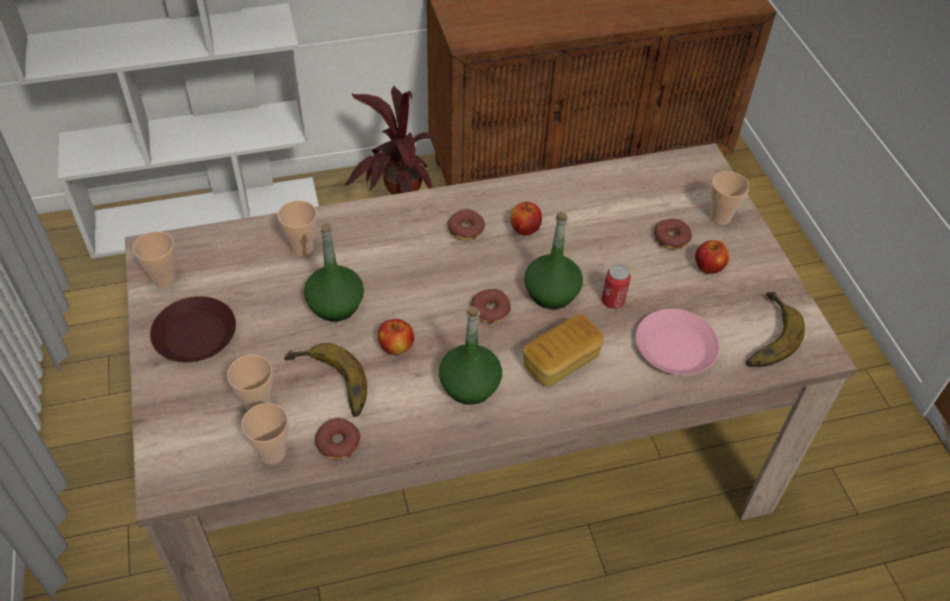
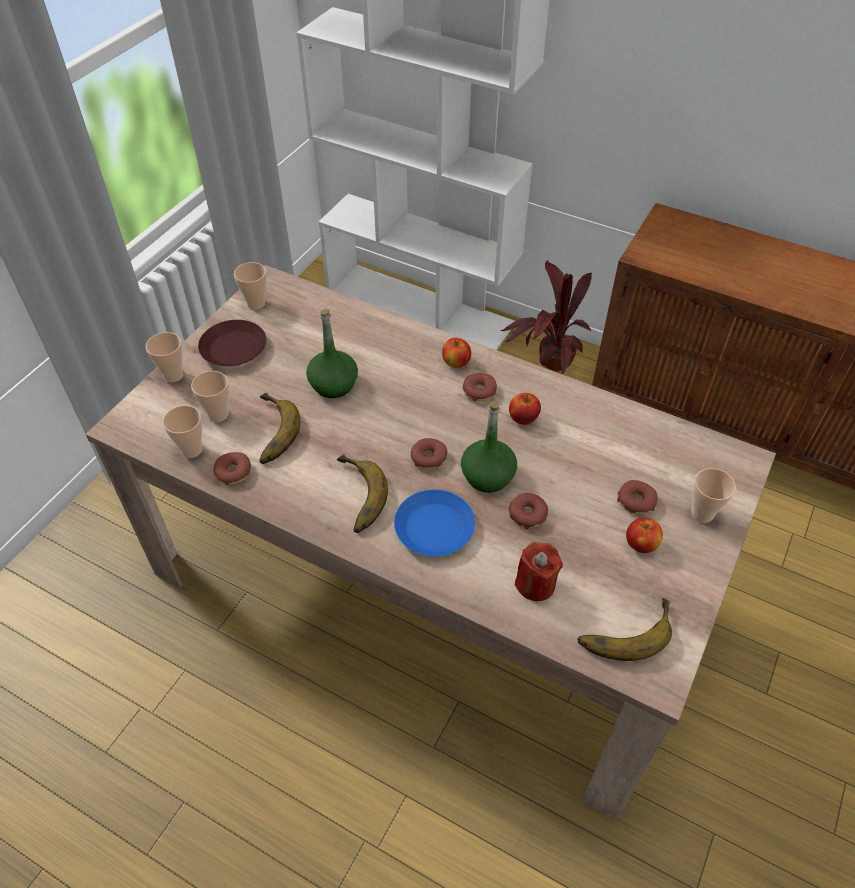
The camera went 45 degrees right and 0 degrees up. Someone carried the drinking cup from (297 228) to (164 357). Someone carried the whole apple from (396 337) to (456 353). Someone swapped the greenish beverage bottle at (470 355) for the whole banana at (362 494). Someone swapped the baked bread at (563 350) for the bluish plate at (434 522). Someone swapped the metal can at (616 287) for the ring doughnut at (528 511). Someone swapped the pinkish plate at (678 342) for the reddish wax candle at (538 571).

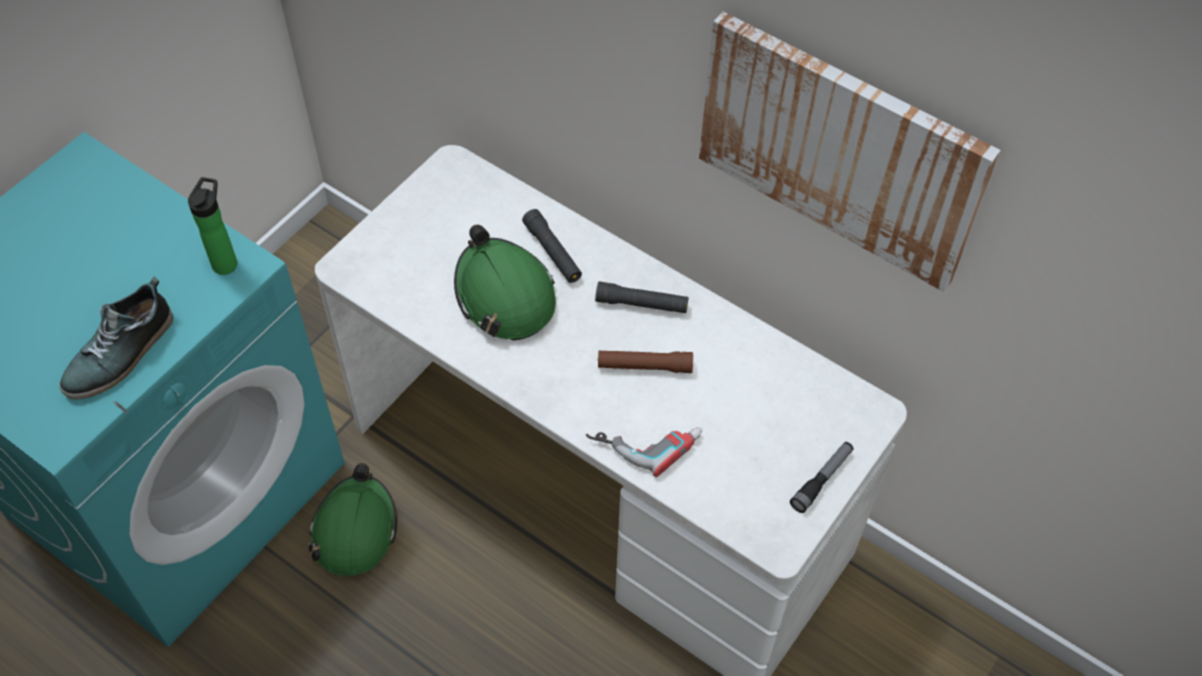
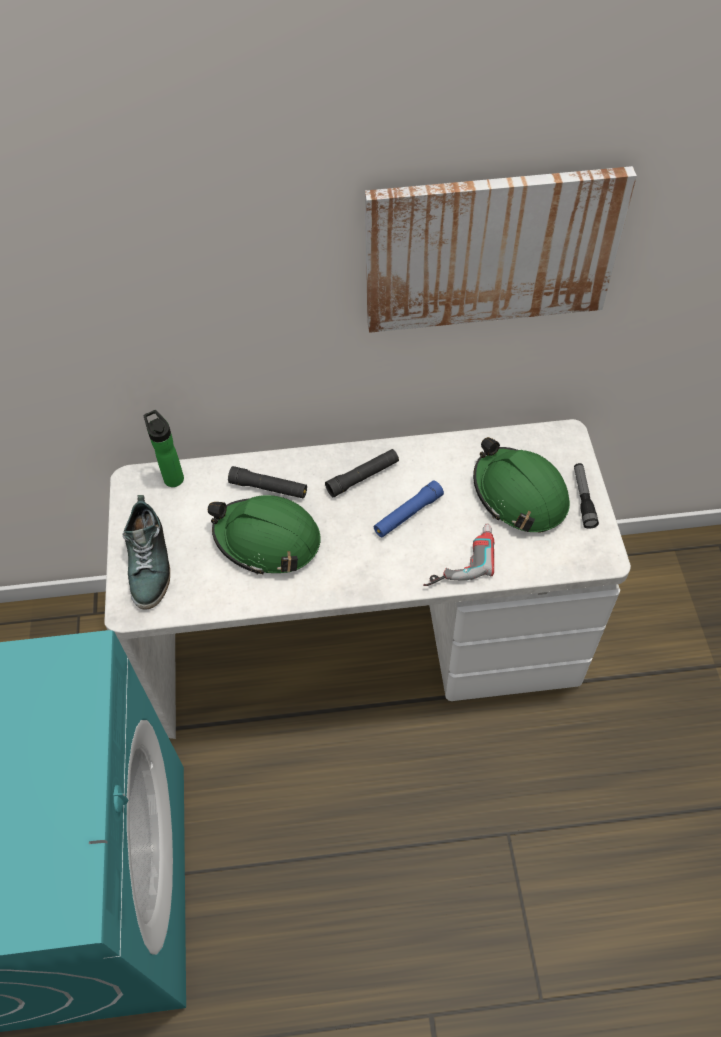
The camera went 40 degrees left and 0 degrees up. Someone carried the low shoe from (116 338) to (146 552). Someone carried the beverage bottle from (212 226) to (163 448). Someone carried the greenish safety helmet from (353 519) to (521 485). Someone repainted the brownish hand torch at (645 362), which became the bluish hand torch at (409 508).

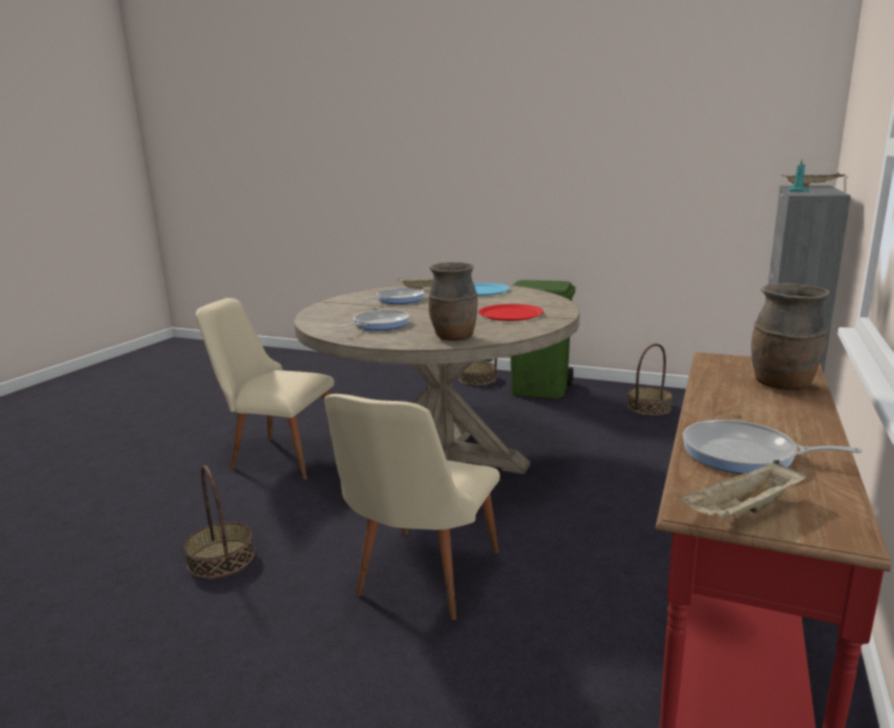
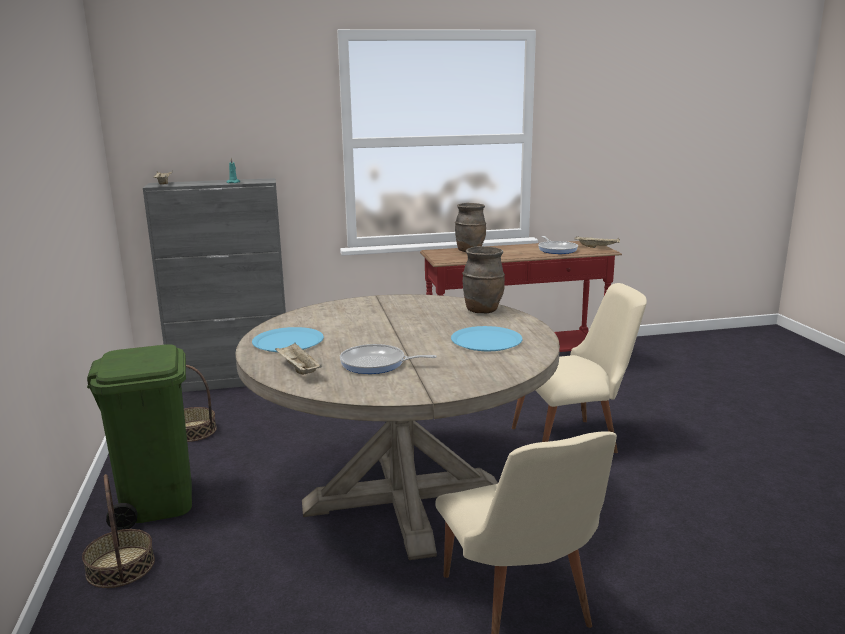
The camera went 125 degrees left and 0 degrees up. Someone took away the storage basket at (219 522). Someone took away the reddish plate at (510 312). Someone swapped the frying pan at (374 320) for the bluish plate at (486 338).

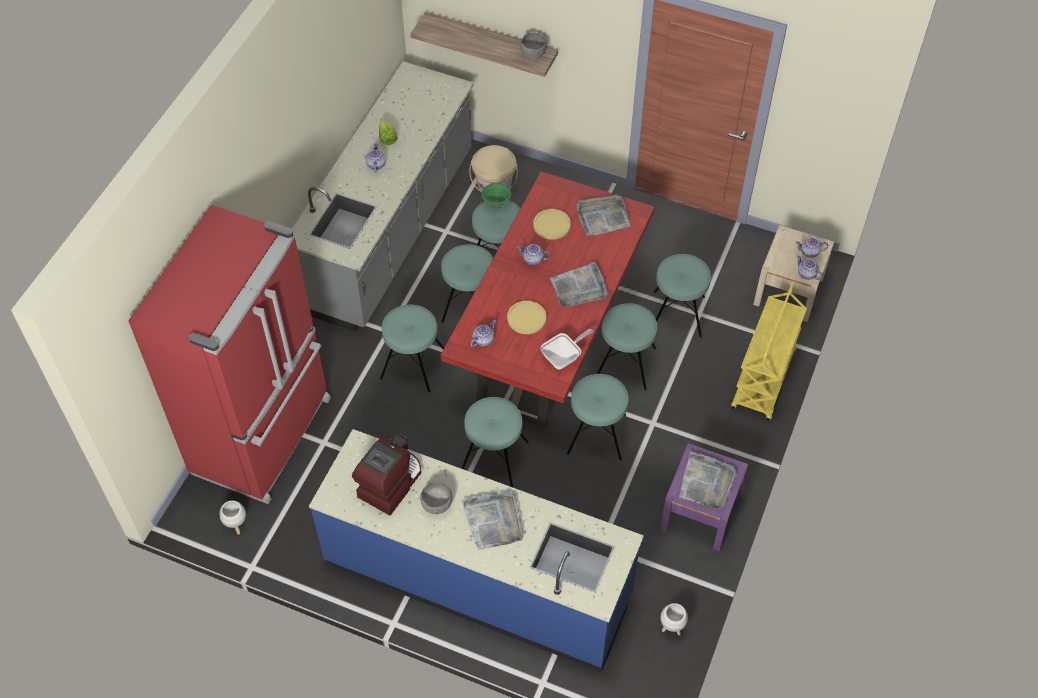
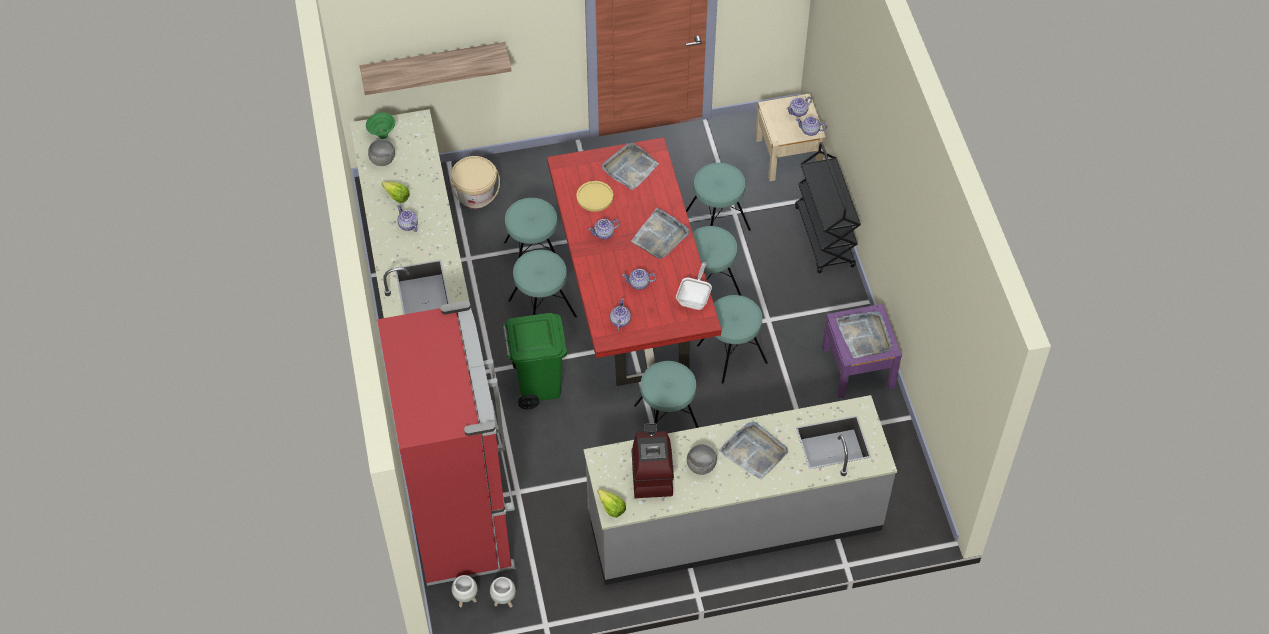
The camera went 35 degrees left and 0 degrees up. Someone put down the head of lettuce at (612 503). Someone carried the greenish bowl from (496 196) to (380 126). Someone carried the grey bowl from (533 45) to (381 152). Someone carried the white-coloured flower pot from (674 619) to (465 591). Someone swapped the turquoise stool seat at (412 348) for the greenish trash can at (535 361). Someone swapped the yellowish plate at (526 317) for the teapot at (639 279). Someone repainted the bluish kitchen base unit at (476 550), which became the grey kitchen base unit at (740 490). Someone repainted the yellowish cart at (769 352), which became the black cart at (828 207).

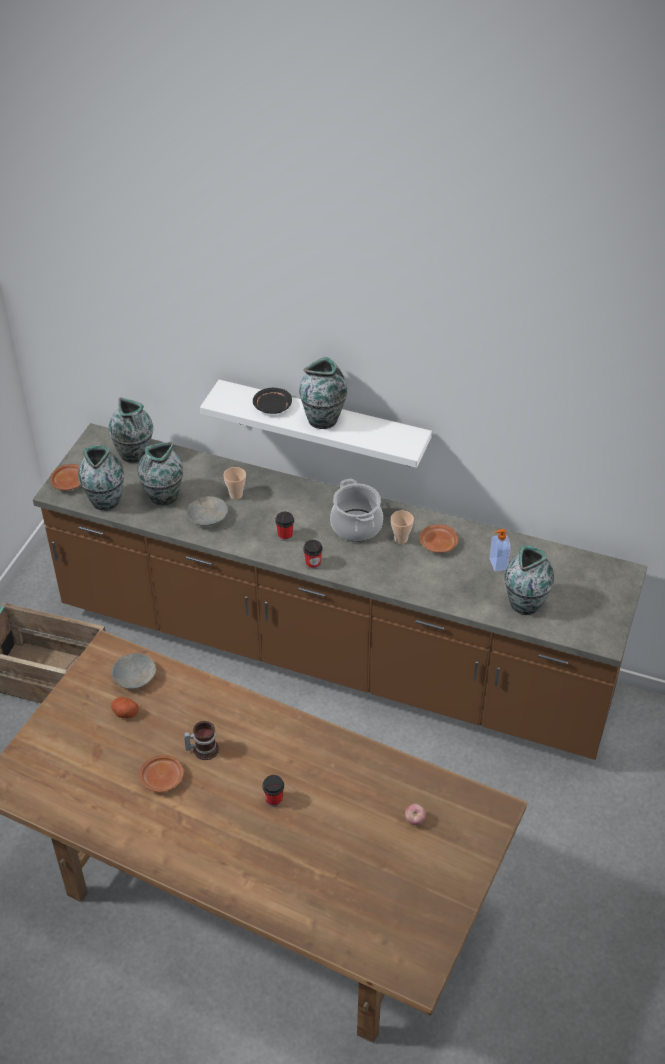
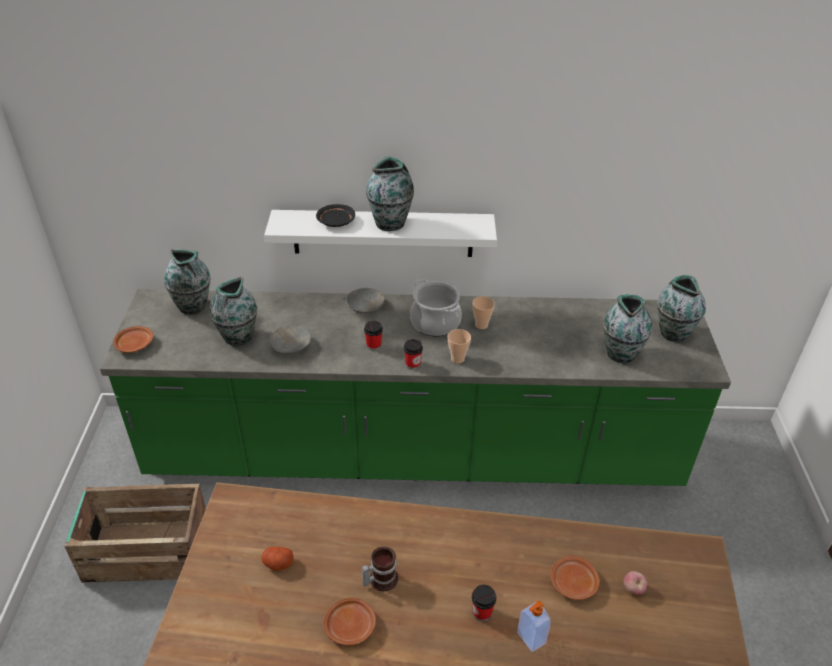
The camera went 20 degrees left and 5 degrees down. Someone carried the flower vase from (101 478) to (681 308). Someone carried the grey bowl from (134 671) to (365 301). Someone carried the drinking cup from (234 483) to (459 346). Someone carried the brownish plate from (438 538) to (575 578). Someone carried the soap bottle from (499 550) to (534 626). Someone repainted the brownish kitchen base unit at (340 591), which became the greenish kitchen base unit at (415 387).

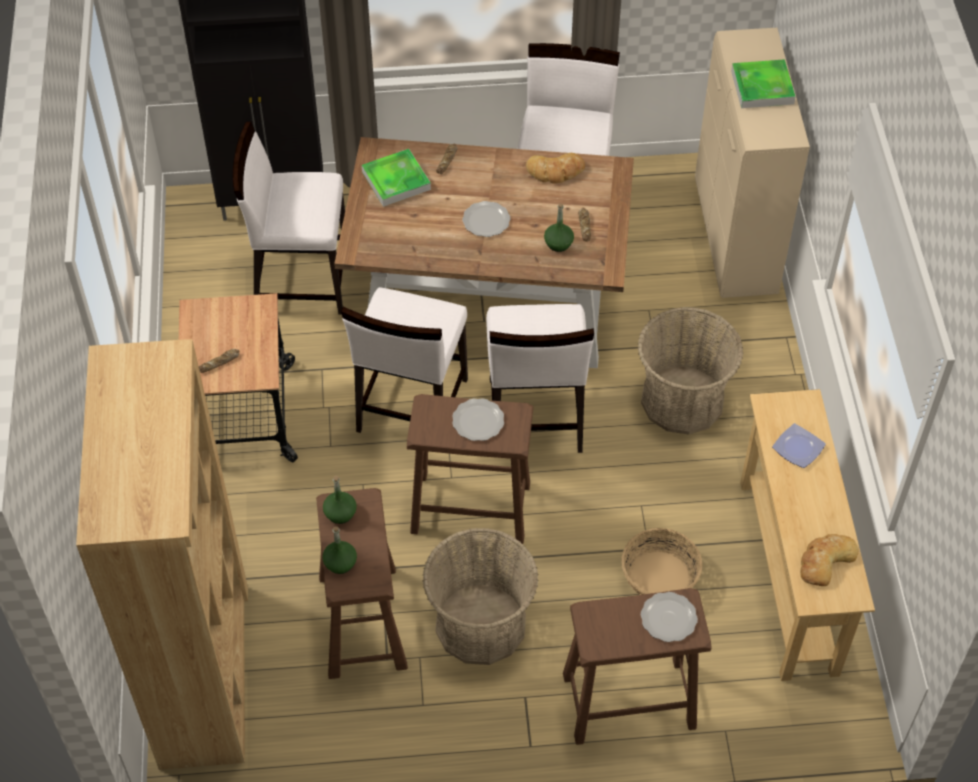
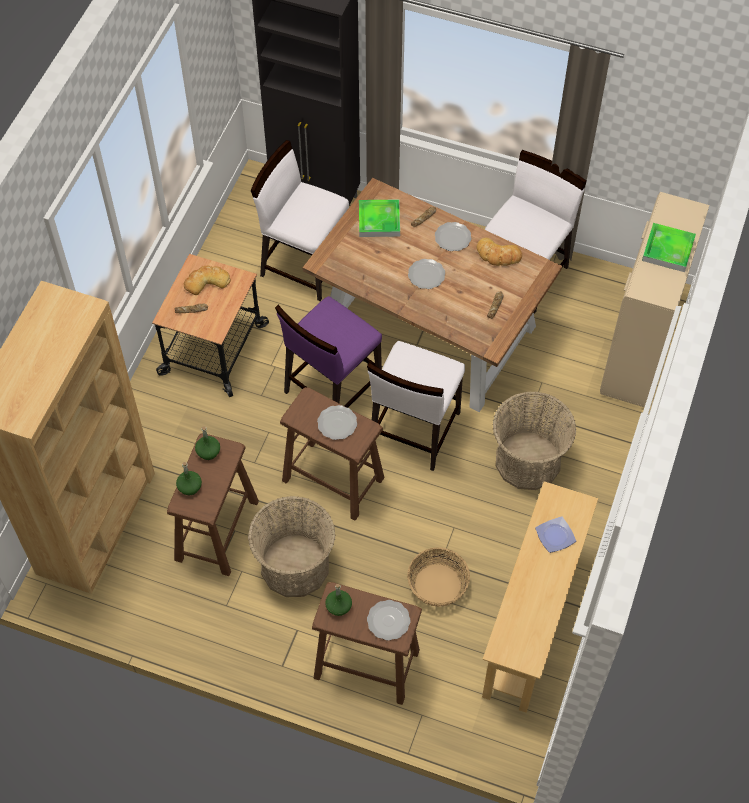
The camera went 25 degrees right and 5 degrees up. Someone put down the plate at (453 236). Someone carried the greenish beverage bottle from (559 228) to (338 600). Someone carried the baked bread from (829 560) to (207 280). Someone repainted the white-coloured plain chair at (404 360), which became the purplish plain chair at (328 352).

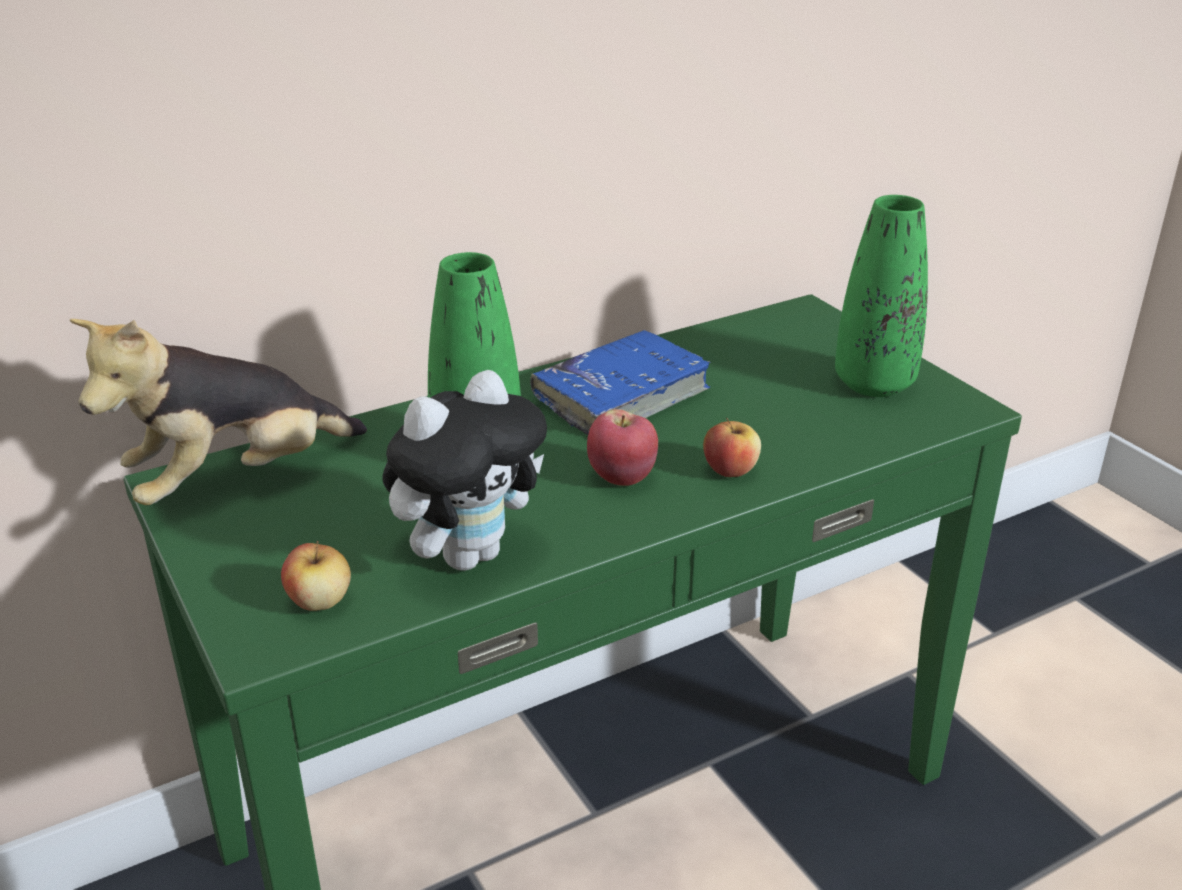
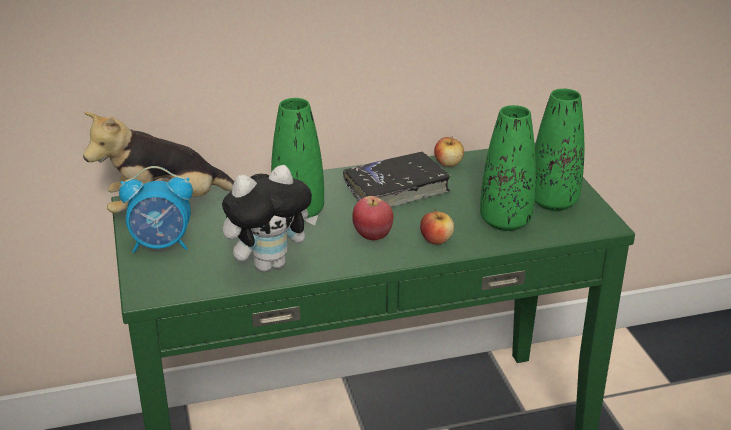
The camera went 15 degrees right and 0 degrees up. Someone put down the bedside clock at (156 209). Someone put down the greenish flower vase at (508 168). Someone carried the whole apple from (316 576) to (449 151). Someone repainted the bluish bound book at (620 382), which became the black bound book at (396 179).

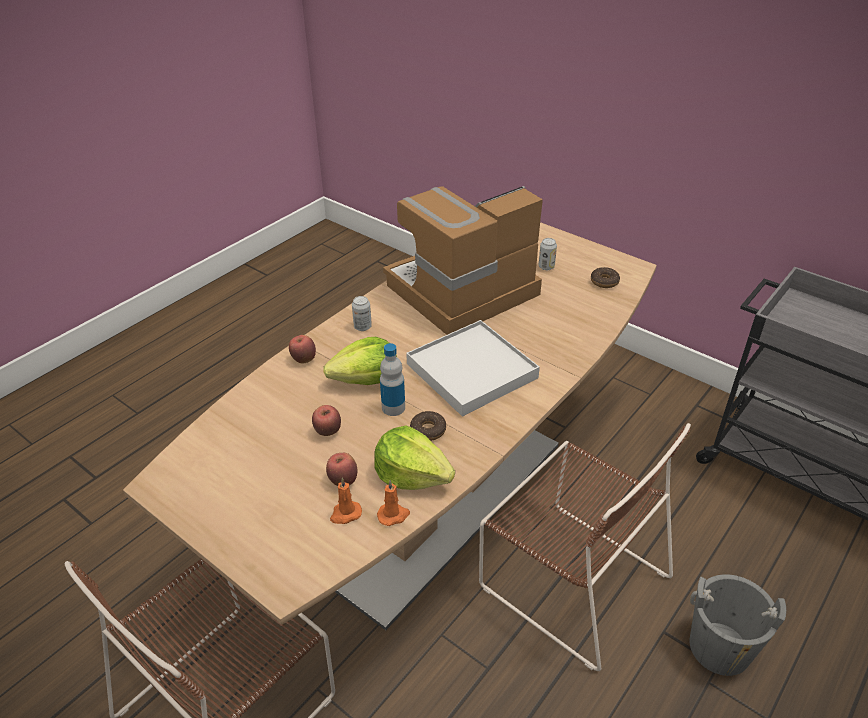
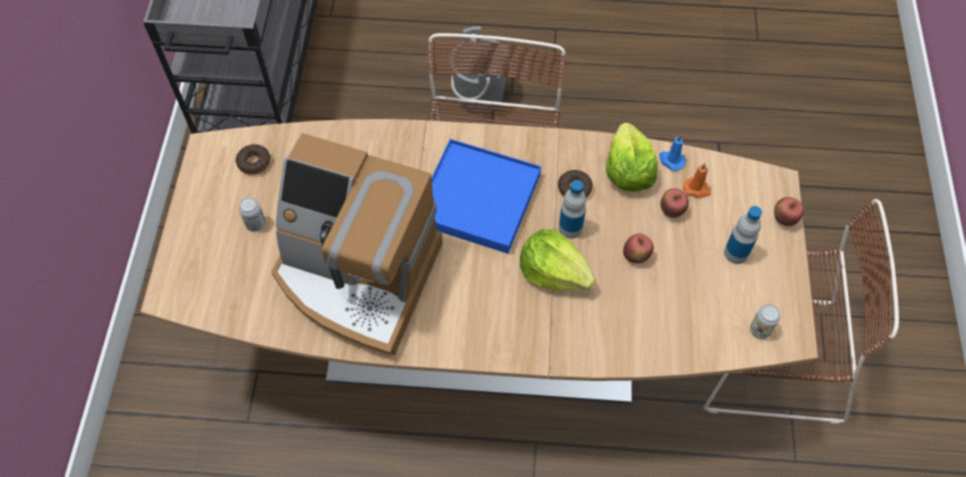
The camera went 125 degrees left and 20 degrees up. Someone put down the beverage bottle at (743 235). Someone carried the whole apple from (302 349) to (789 211). Someone carried the metal can from (362 313) to (765 322). Someone repainted the orange-coloured wax candle at (393 503), which became the bluish wax candle at (672 152). Someone repainted the white-coloured serving tray at (473 368), which became the bluish serving tray at (486 196).

